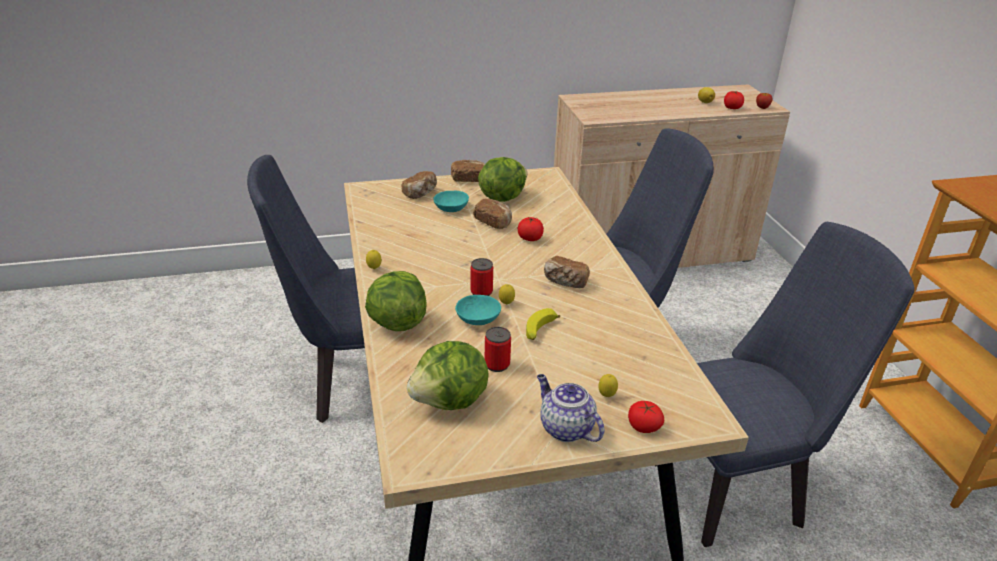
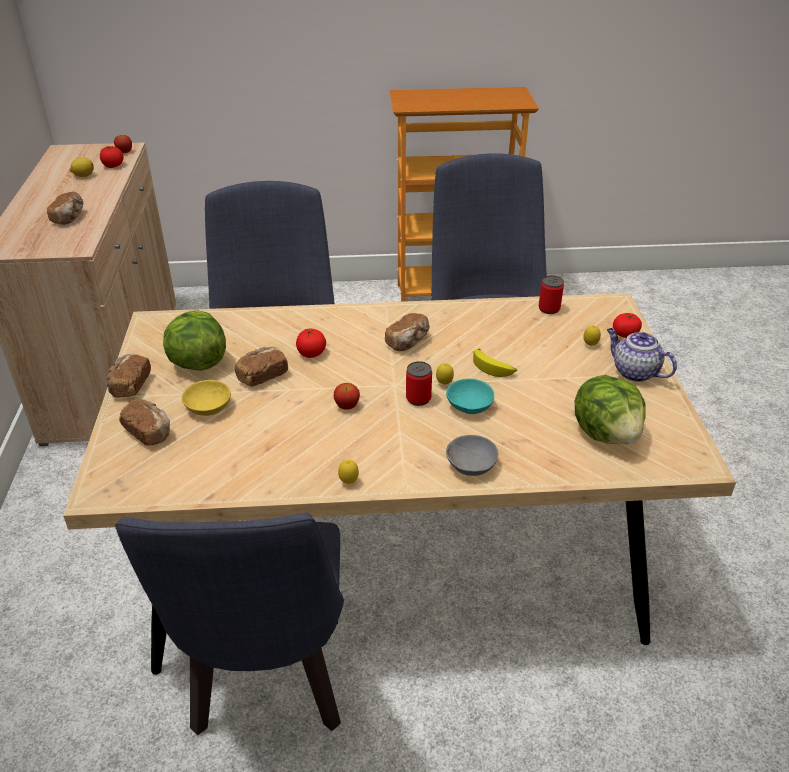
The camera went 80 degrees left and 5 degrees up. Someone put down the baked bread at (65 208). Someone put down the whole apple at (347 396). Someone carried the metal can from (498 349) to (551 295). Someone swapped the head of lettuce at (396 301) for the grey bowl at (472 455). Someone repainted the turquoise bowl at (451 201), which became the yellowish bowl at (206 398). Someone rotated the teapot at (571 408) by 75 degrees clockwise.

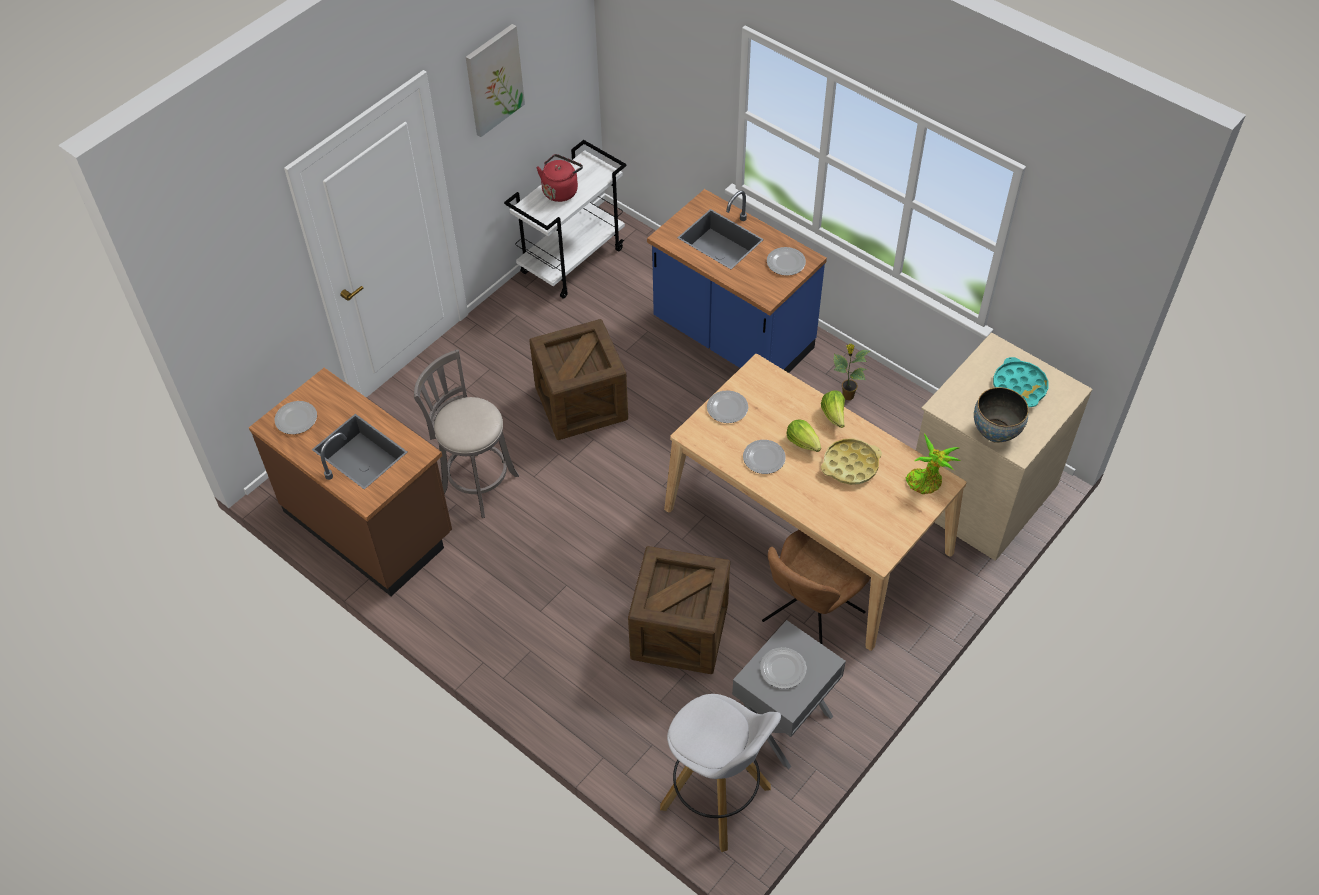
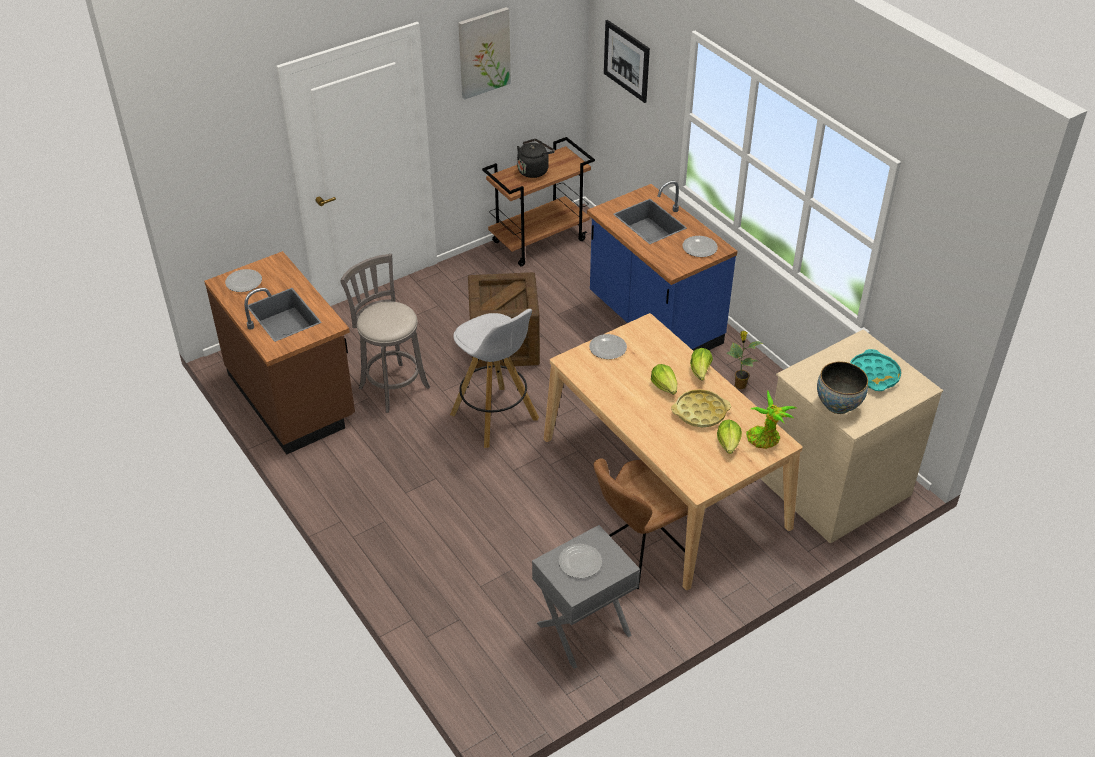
The camera went 15 degrees right and 10 degrees down. Someone took away the shipping crate at (679 610). Someone took away the plate at (764 457). Someone put up the wall art at (627 61). Someone put down the head of lettuce at (729 436). Someone carried the white-coloured stool seat from (720 773) to (494 378). Someone repainted the white-coloured cart at (565 219), which became the brownish cart at (538 201). Someone repainted the reddish tea kettle at (559 178), which became the black tea kettle at (536 158).

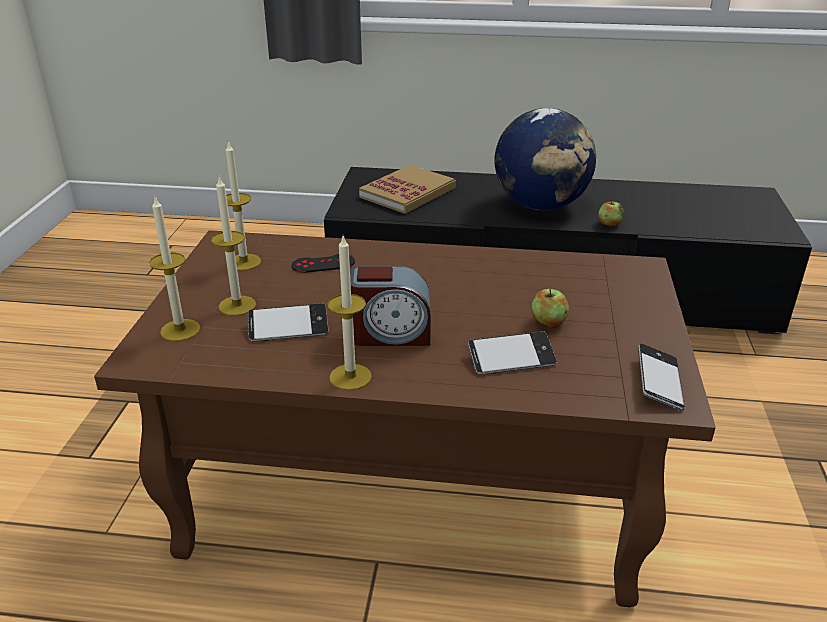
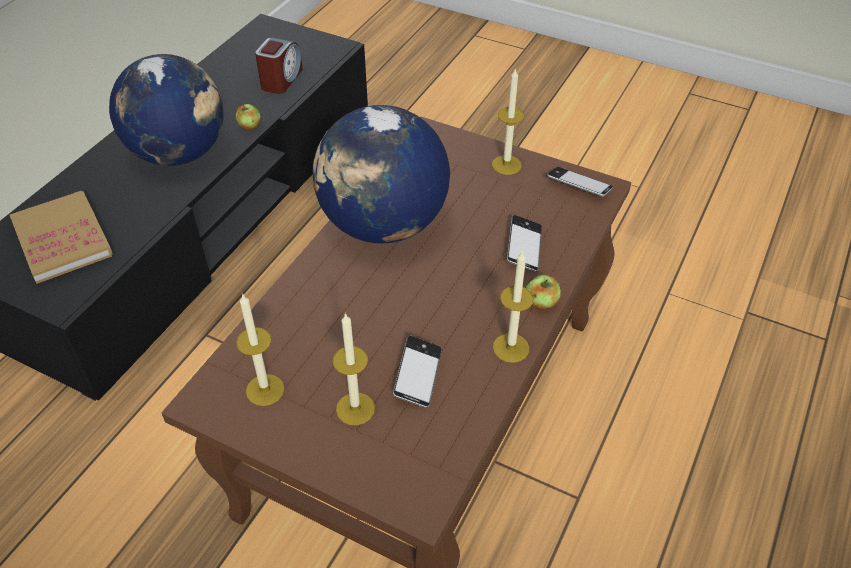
The camera went 70 degrees left and 15 degrees up. Someone took away the black joypad at (323 263). Someone put down the globe at (381 174). Someone carried the wax candle from (174 269) to (508 121). Someone carried the bedside clock from (390 305) to (279 65). Someone carried the whole apple from (550 308) to (543 292).

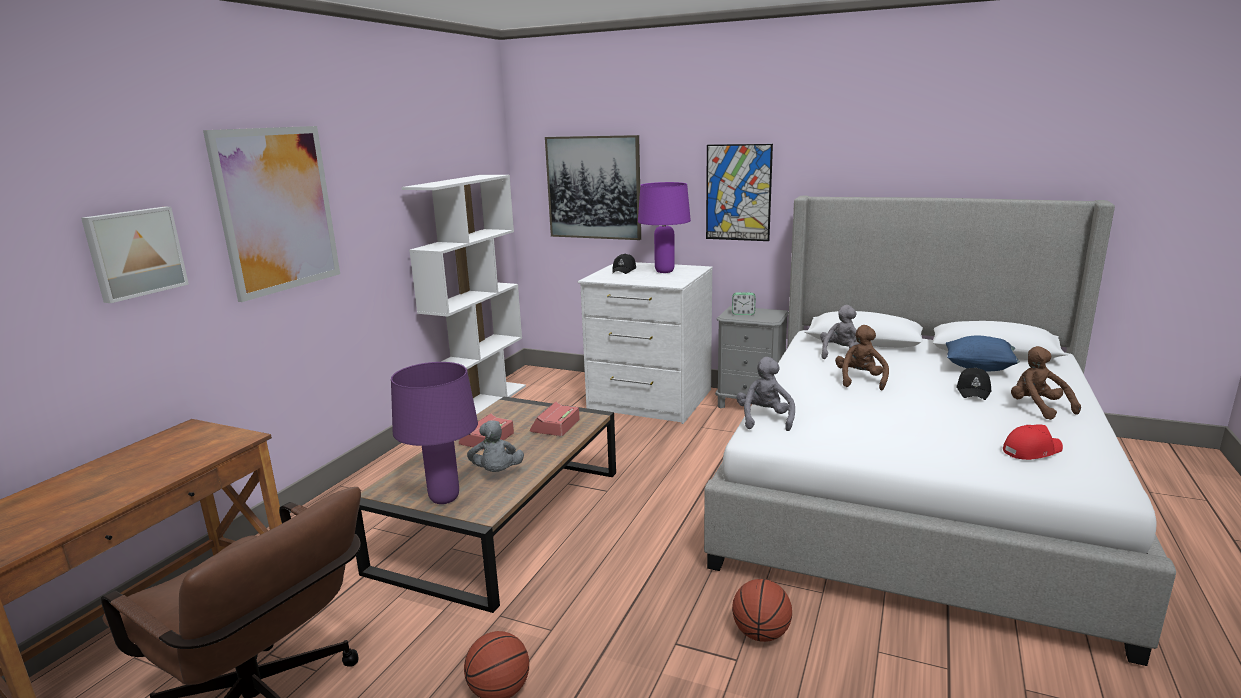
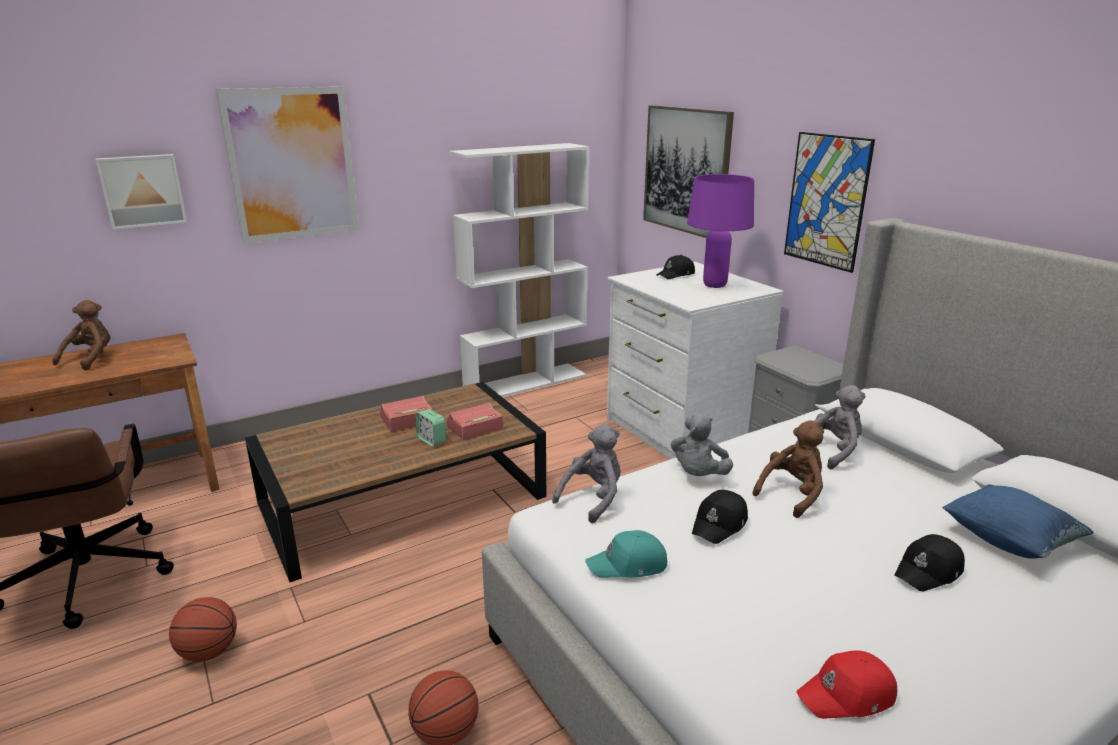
The camera went 35 degrees right and 5 degrees up. Someone took away the purplish tabletop lamp at (434 433). Someone put down the turquoise peaked cap at (626 554). Someone put down the black peaked cap at (720 517). Someone carried the grey plush toy from (495 446) to (702 444). Someone carried the bedside clock from (744 303) to (431 428). Someone carried the brownish plush toy from (1046 383) to (81 335). Someone rotated the reddish peaked cap at (1033 442) by 150 degrees clockwise.

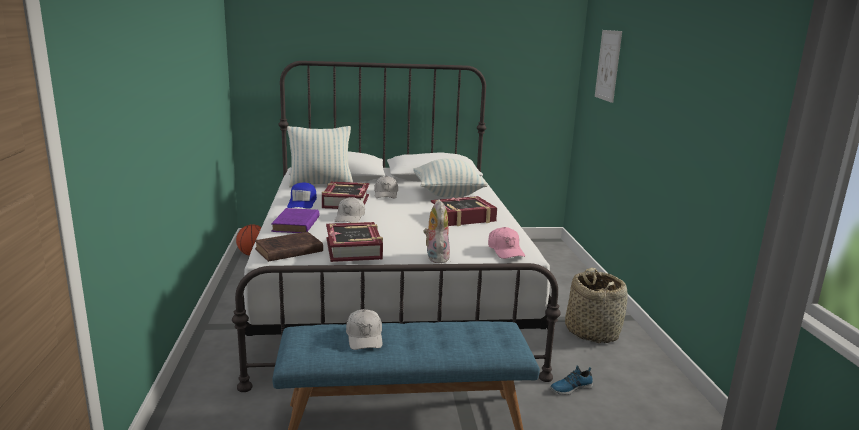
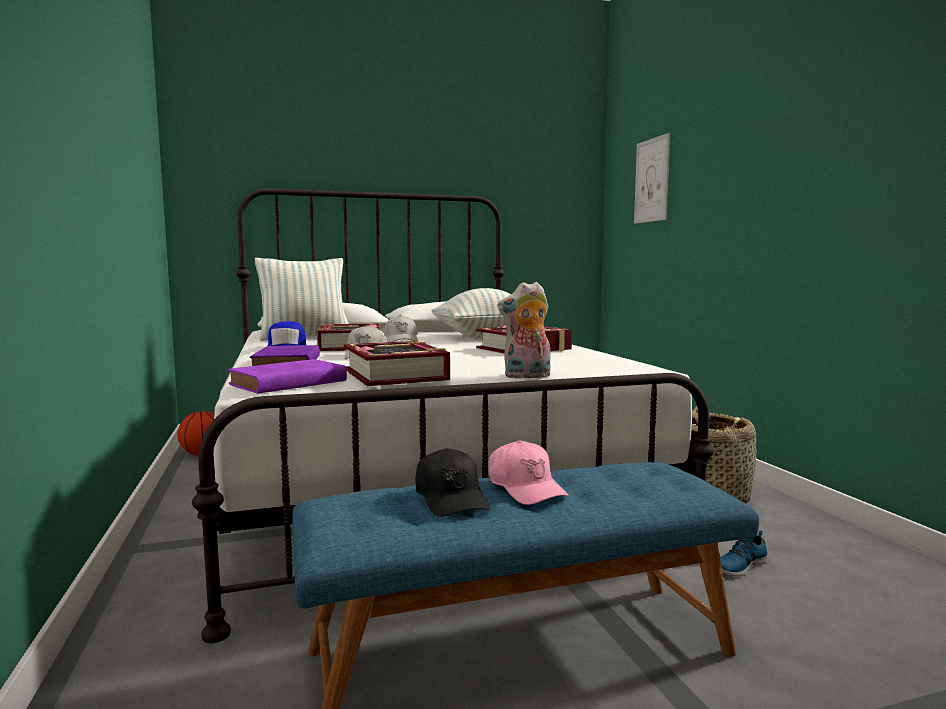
The camera went 10 degrees left and 10 degrees down. Someone carried the pinkish peaked cap from (506 243) to (528 472). Someone repainted the brownish bound book at (289 247), which became the purplish bound book at (287 376). Someone repainted the white-coloured peaked cap at (364 329), which became the black peaked cap at (452 482). Someone rotated the plush toy at (436 231) by 90 degrees counterclockwise.

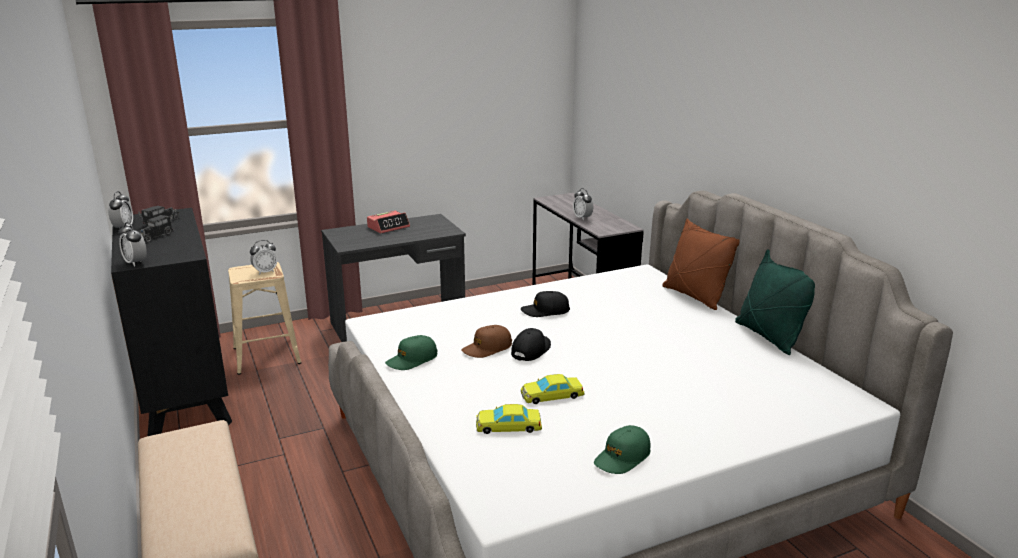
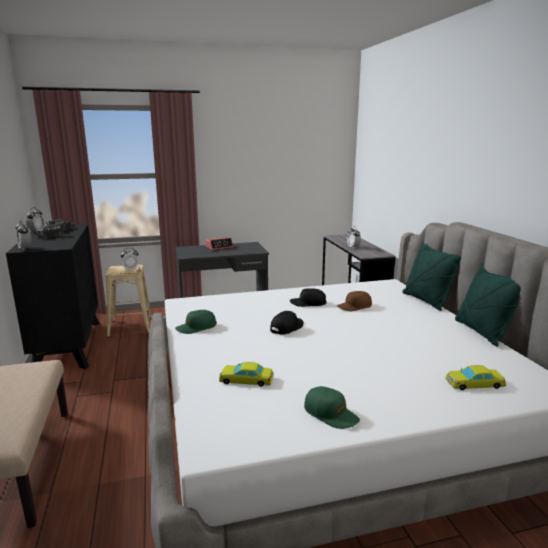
The camera went 10 degrees right and 5 degrees down. Someone carried the brownish peaked cap from (486 341) to (354 301). Someone carried the yellowish toy car from (553 389) to (476 377). Someone repainted the brownish throw pillow at (701 264), which became the greenish throw pillow at (431 276). Someone rotated the greenish peaked cap at (622 449) by 105 degrees counterclockwise.

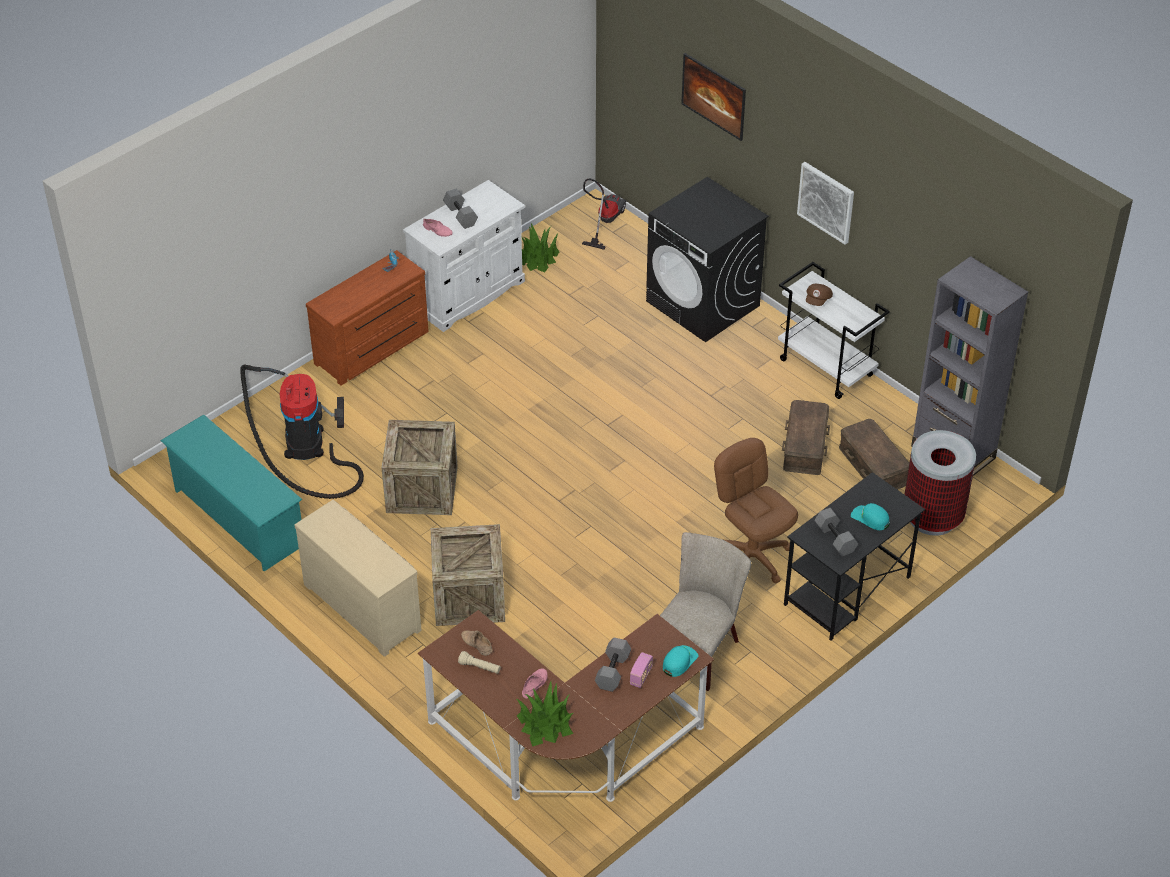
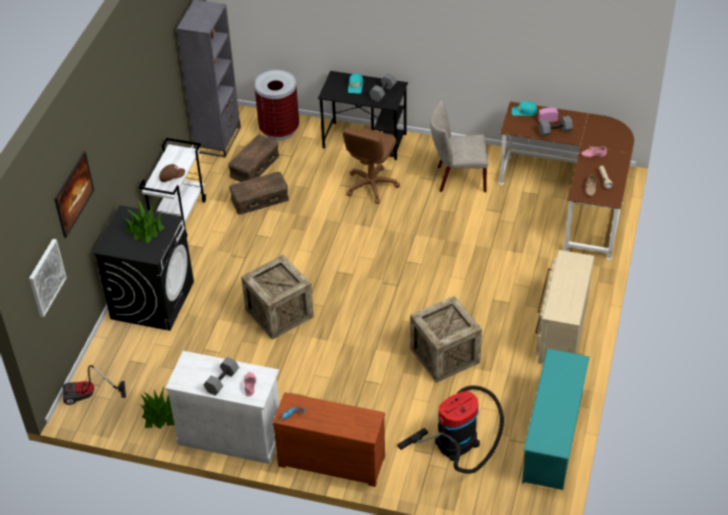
The camera went 120 degrees left and 0 degrees up. Someone carried the shipping crate from (468 575) to (277 297). Someone carried the houseplant from (544 714) to (144 222). Someone carried the wall art from (825 203) to (48 278).

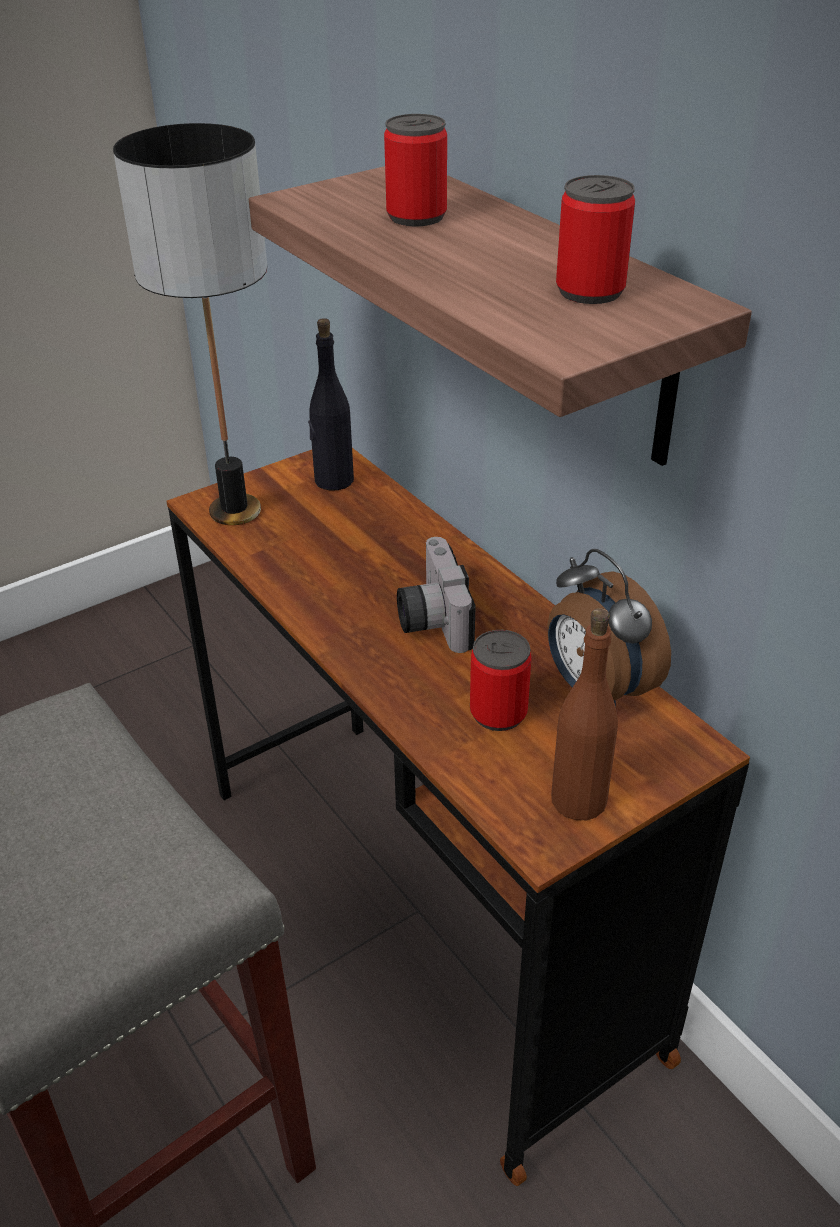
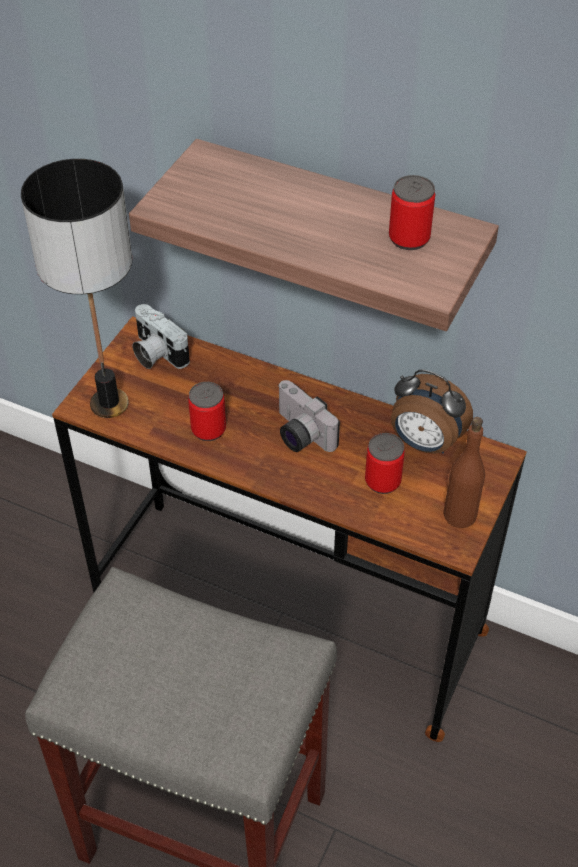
The camera went 30 degrees left and 10 degrees up. Someone carried the metal can from (415 170) to (207 411). Someone swapped the black beverage bottle at (331 404) for the still camera at (161 336).

